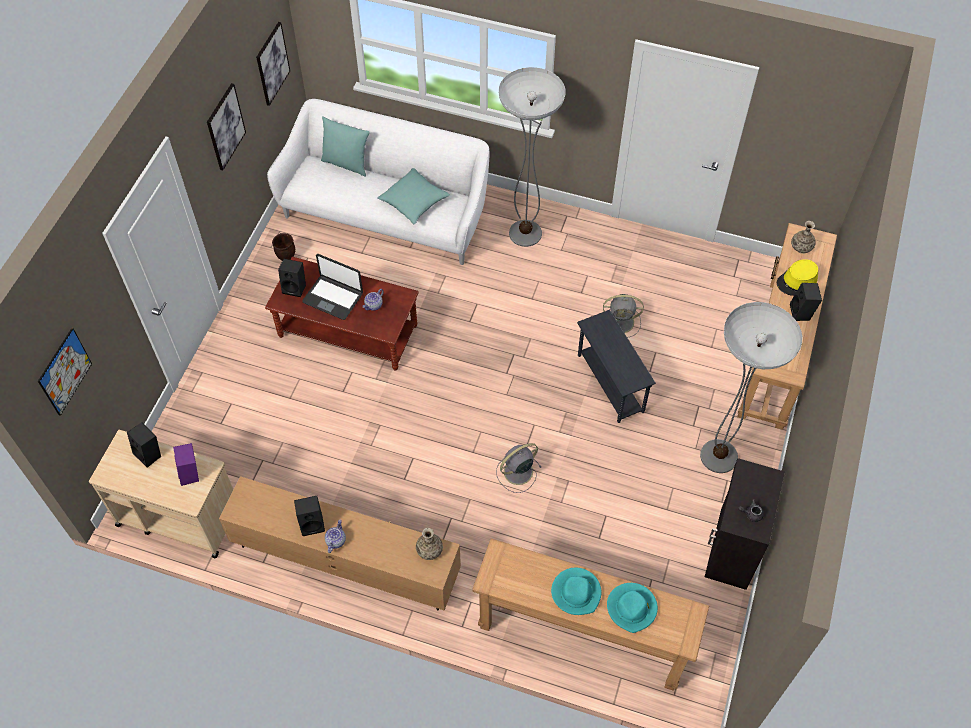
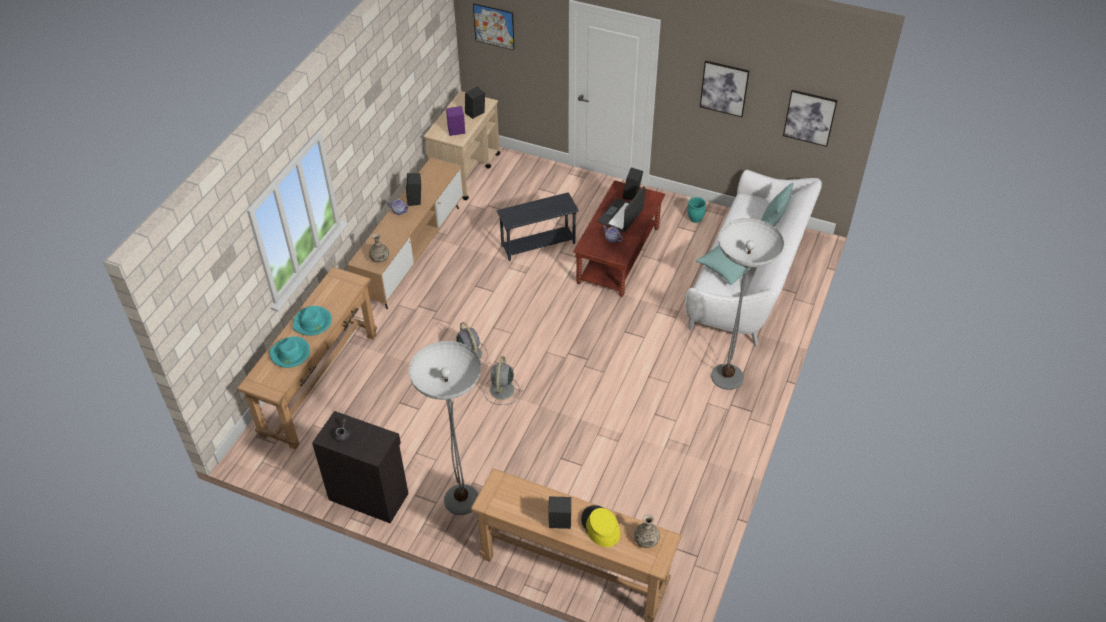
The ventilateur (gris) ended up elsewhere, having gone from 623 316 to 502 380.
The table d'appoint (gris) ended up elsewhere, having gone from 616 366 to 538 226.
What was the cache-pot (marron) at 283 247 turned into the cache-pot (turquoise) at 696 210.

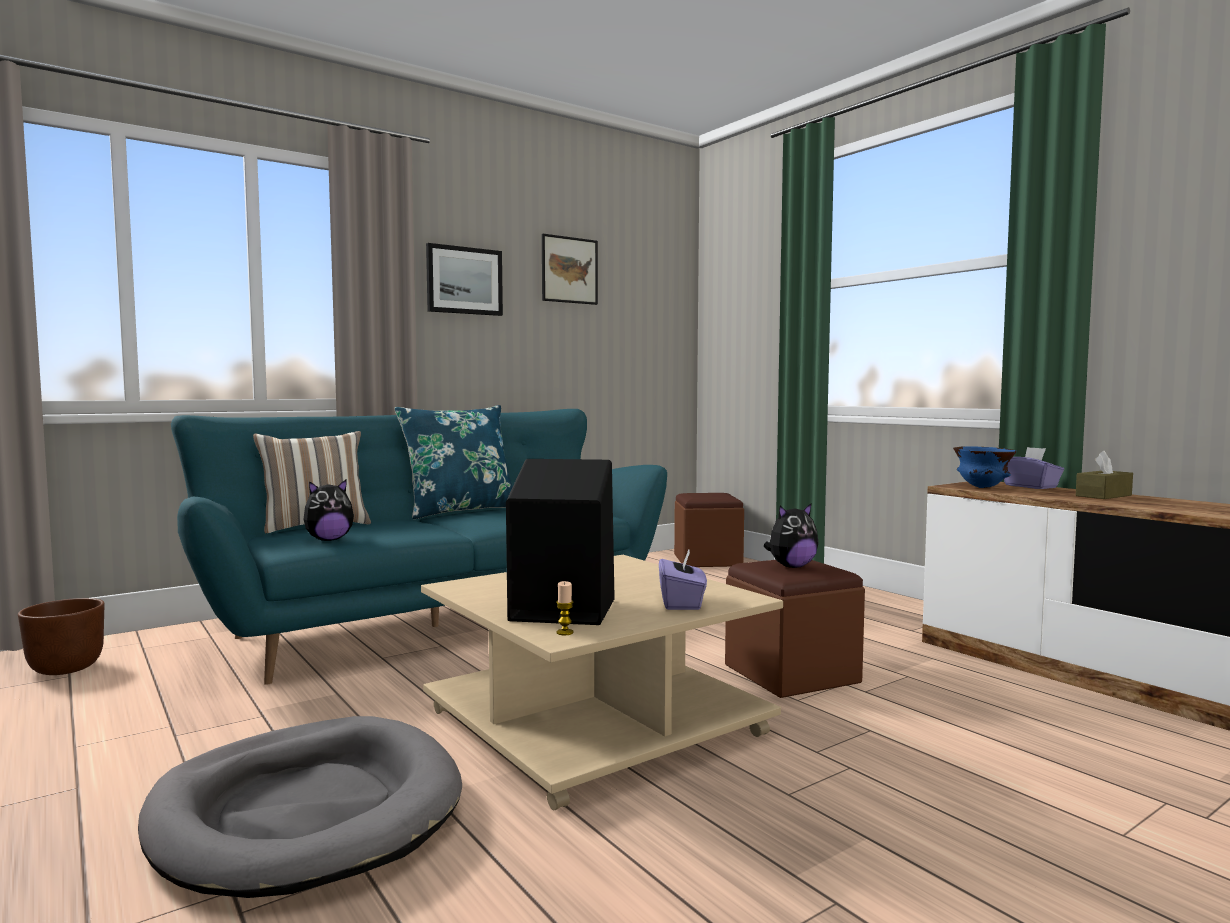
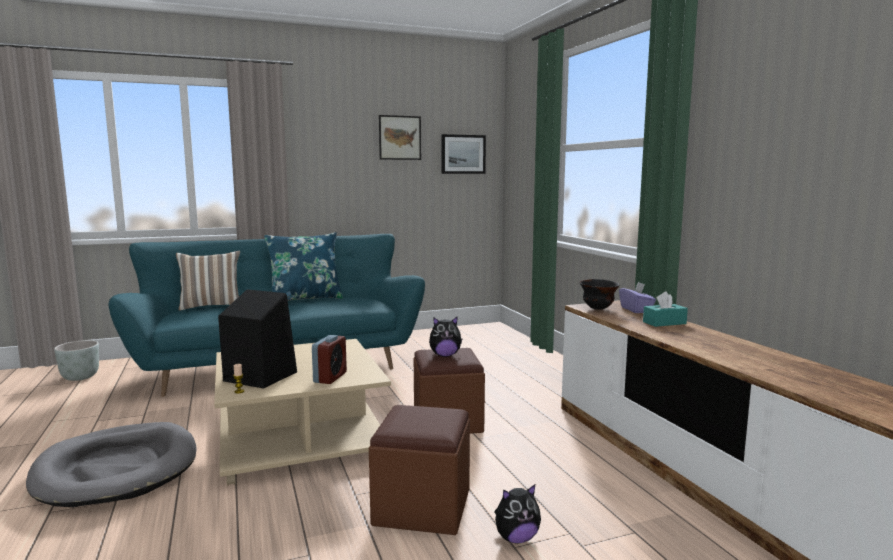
What was the cache-pot (marron) at 61 636 turned into the cache-pot (gris) at 76 360.
Where the boîte à mouchoirs (violet) stood at 683 578, the réveil came to stand at 329 359.
The pouf (marron) ended up elsewhere, having gone from 709 530 to 419 470.
The tableau ended up elsewhere, having gone from 464 279 to 463 154.
The peluche ended up elsewhere, having gone from 328 510 to 517 514.
What was the bol (bleu) at 985 467 turned into the bol (noir) at 599 294.
What was the boîte à mouchoirs (marron) at 1104 475 turned into the boîte à mouchoirs (turquoise) at 665 309.

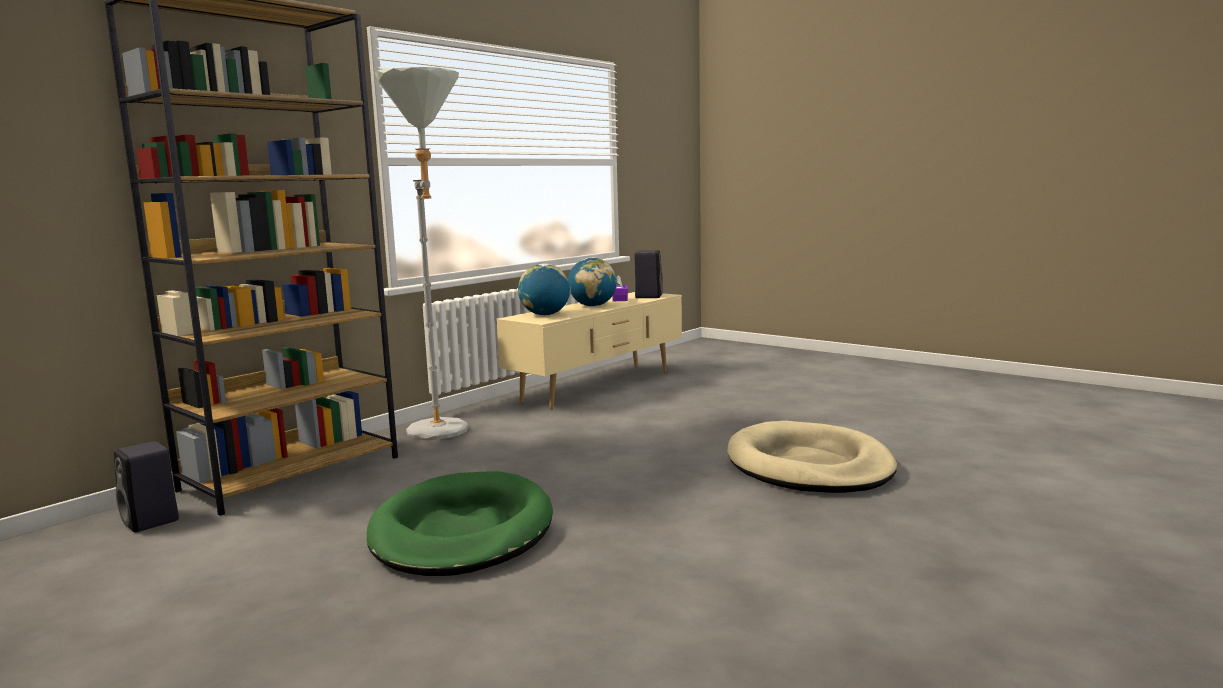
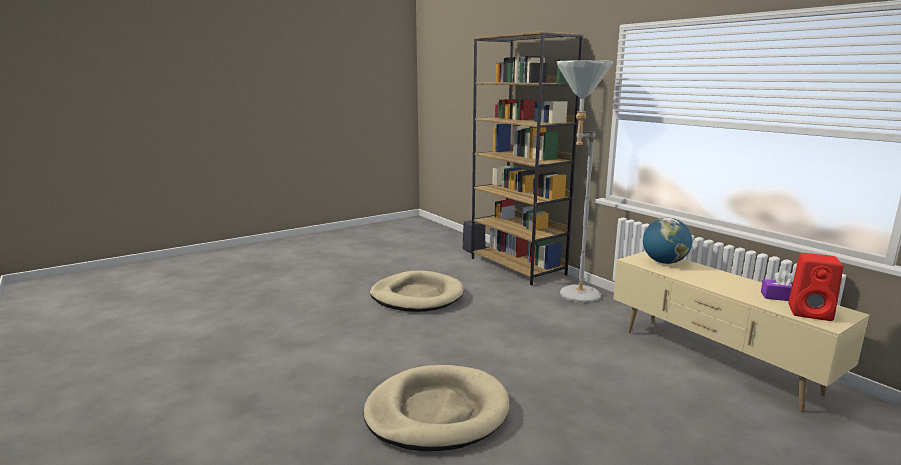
What was the panier pour chien (vert) at 460 523 turned into the panier pour chien (beige) at 417 291.
What was the enceinte (noir) at 648 274 turned into the enceinte (rouge) at 815 287.
The second view lost the globe at 592 282.

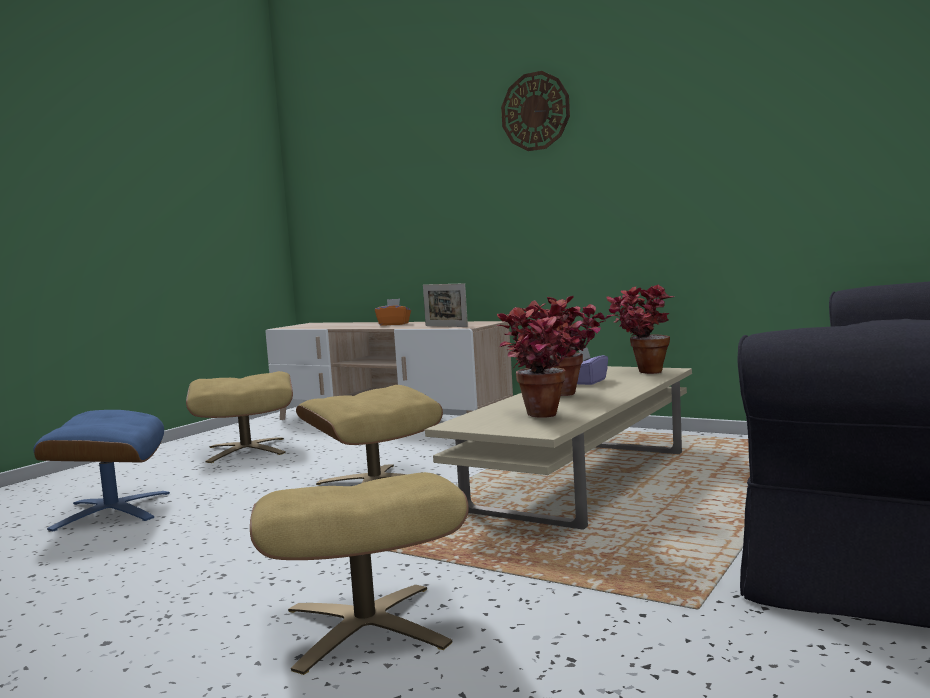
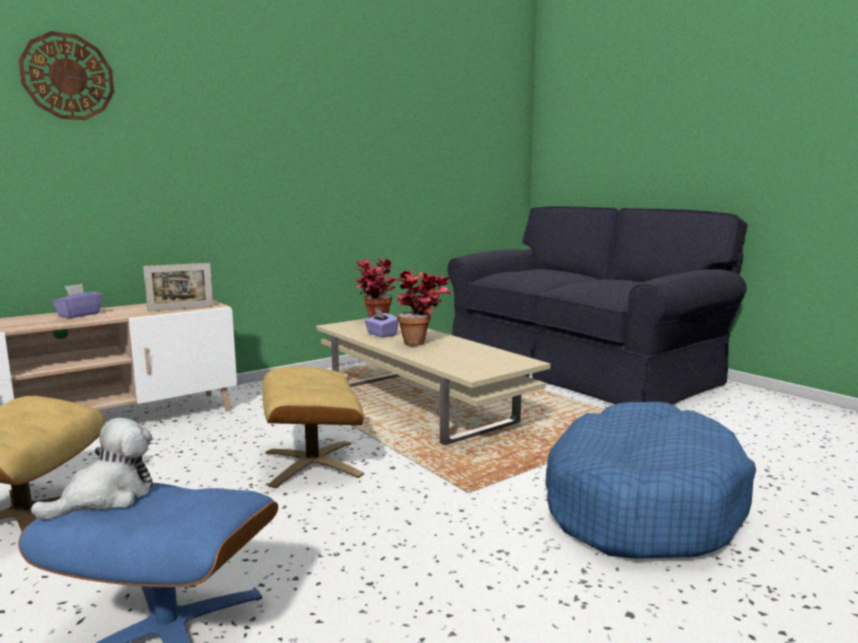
The horloge murale ended up elsewhere, having gone from 535 111 to 66 75.
The second view gained the peluche at 92 469.
What was the boîte à mouchoirs (orange) at 393 312 turned into the boîte à mouchoirs (violet) at 77 301.
Where the pouf (beige) stood at 359 573, the panier pour chien (bleu) came to stand at 650 480.
The second view lost the plante en pot at 539 361.

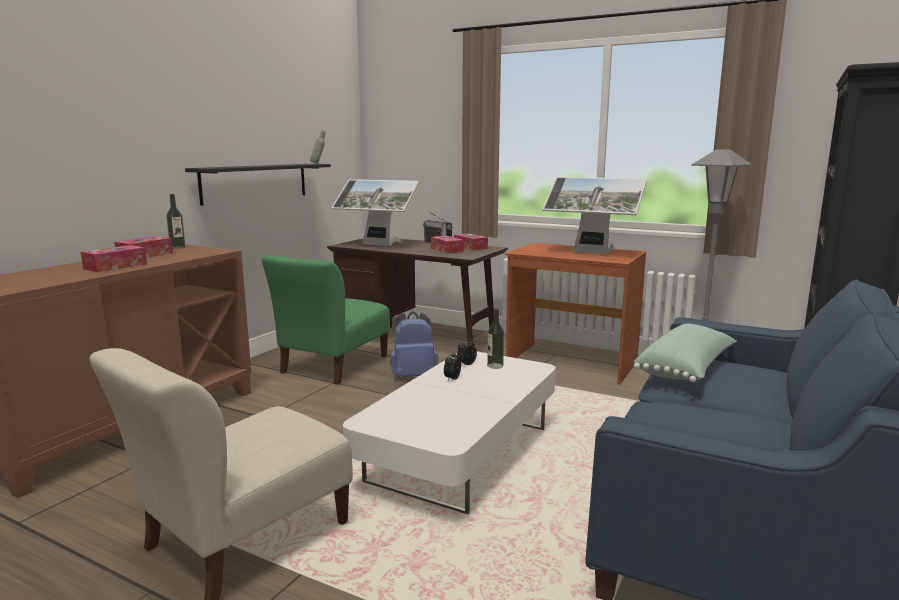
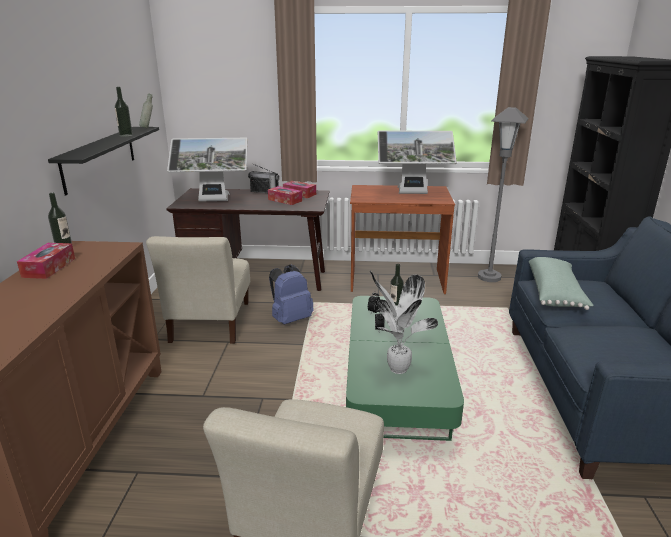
The second view gained the bouteille at 124 112.
What was the chaise (vert) at 326 320 turned into the chaise (beige) at 198 290.
What was the table basse (blanc) at 449 432 turned into the table basse (vert) at 405 368.
The second view gained the plante en pot at 404 322.
The second view lost the boîte à mouchoirs at 113 258.

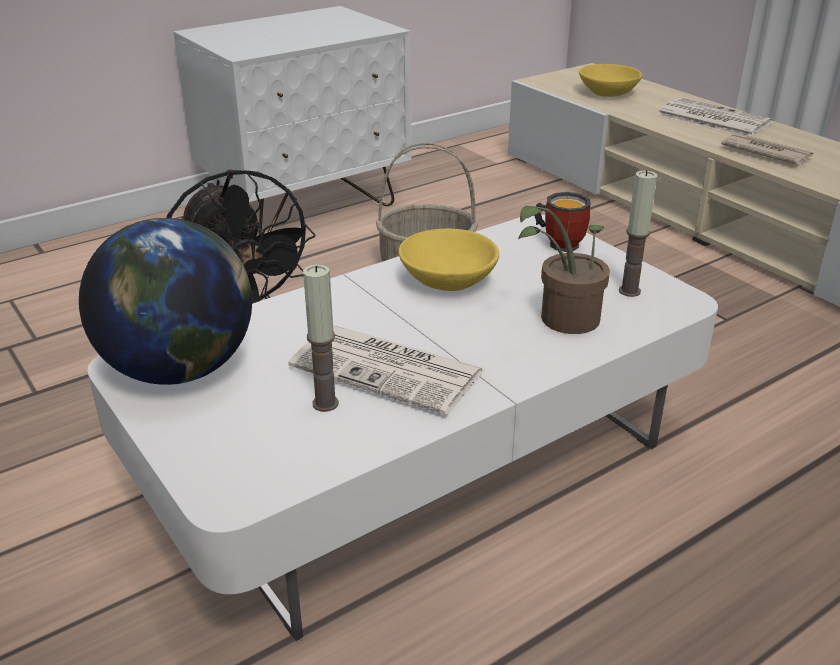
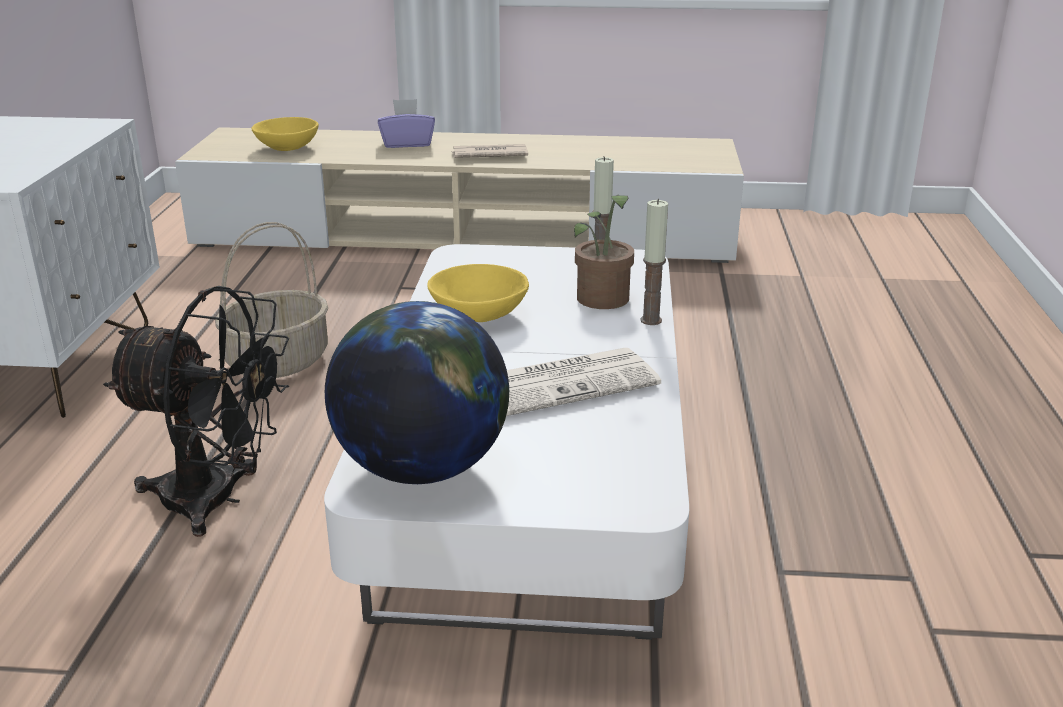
Where the journal stood at 715 117, the boîte à mouchoirs (violet) came to stand at 406 123.
The bougie ended up elsewhere, having gone from 321 338 to 654 262.
The second view lost the mug at 562 222.

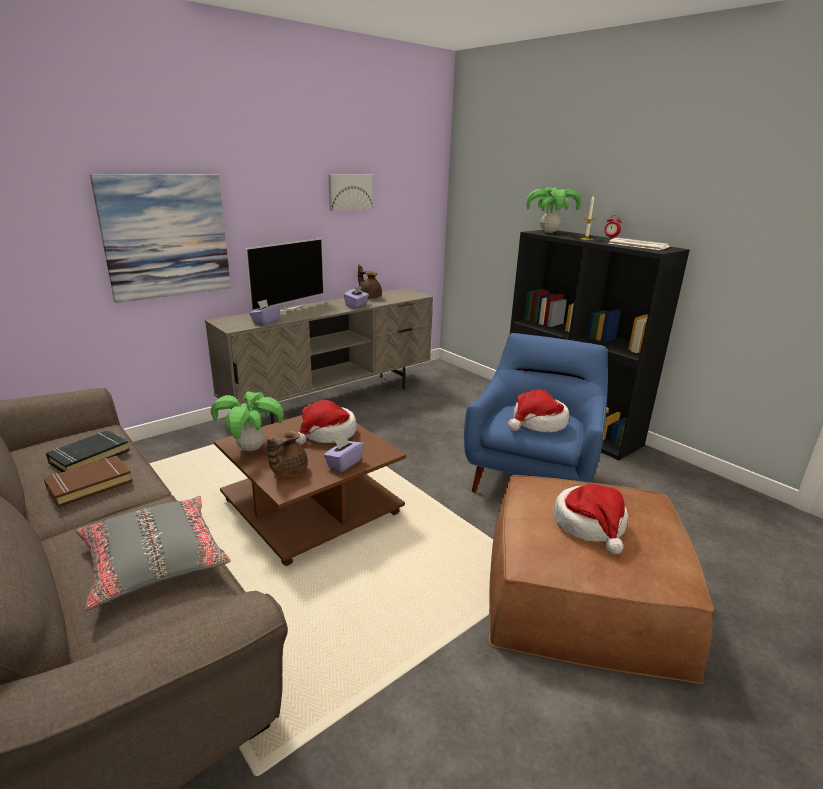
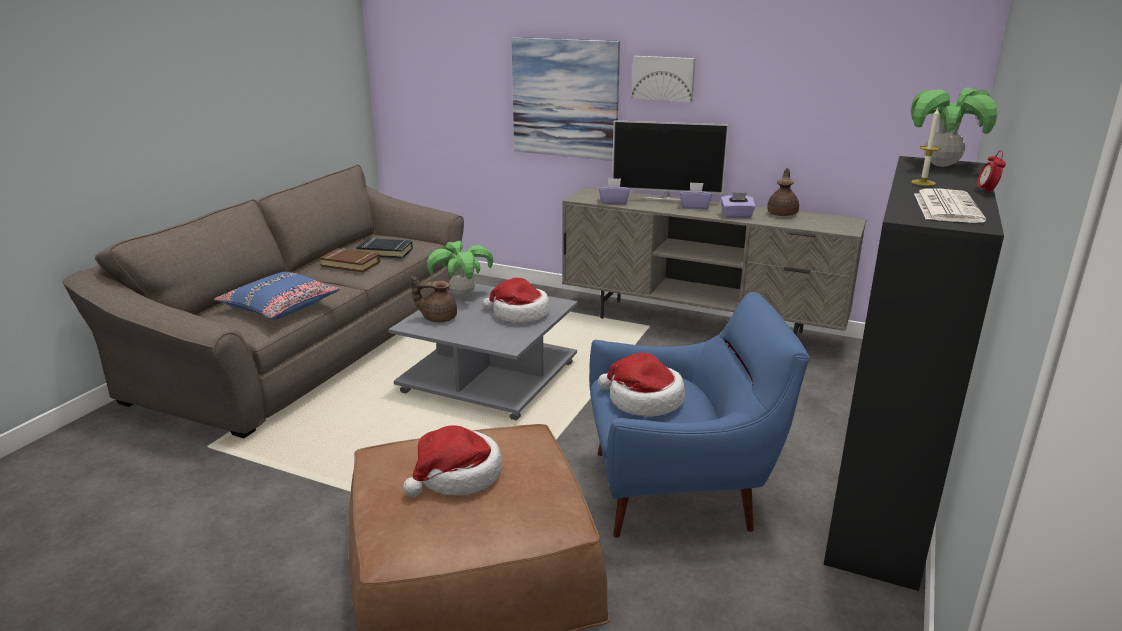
What was the coussin (gris) at 153 553 turned into the coussin (bleu) at 277 295.
What was the table basse (marron) at 310 490 turned into the table basse (gris) at 483 352.
The tableau ended up elsewhere, having gone from 350 192 to 663 79.
The boîte à mouchoirs (violet) ended up elsewhere, having gone from 344 453 to 696 195.

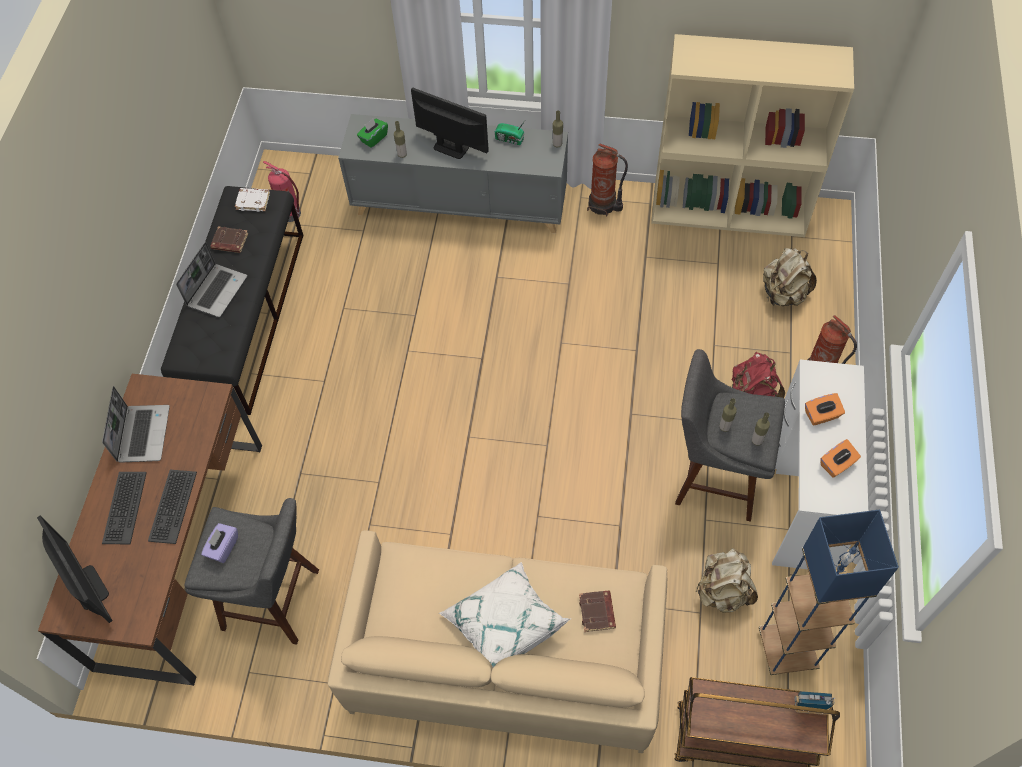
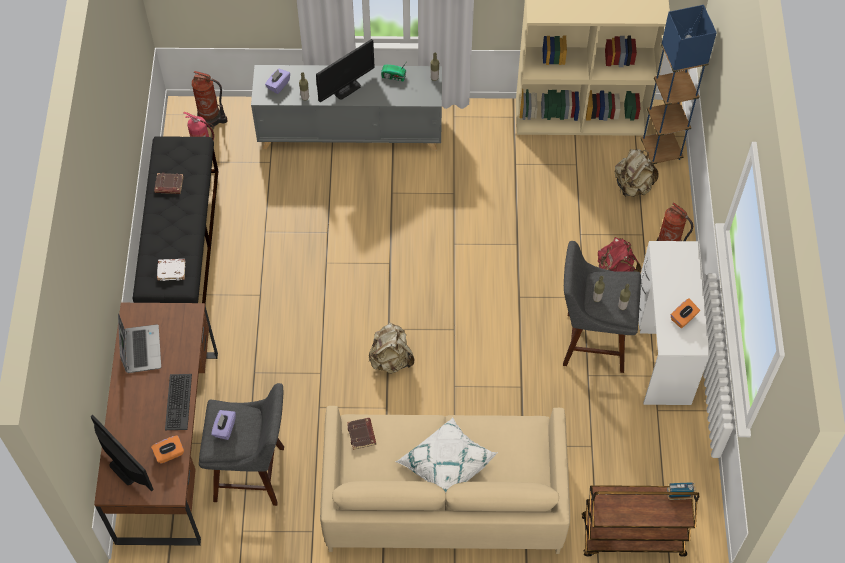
The boîte à mouchoirs (orange) ended up elsewhere, having gone from 825 409 to 167 449.
The livre (blanc) ended up elsewhere, having gone from 252 200 to 171 270.
The extincteur ended up elsewhere, having gone from 607 180 to 209 99.
What was the boîte à mouchoirs (vert) at 372 133 turned into the boîte à mouchoirs (violet) at 277 81.
The écran d'ordinateur at 450 123 ended up facing another way, 120 degrees clockwise from before.
The livre (marron) ended up elsewhere, having gone from 597 611 to 361 434.
The sac à dos (beige) ended up elsewhere, having gone from 727 580 to 391 348.
The lampadaire (bleu) ended up elsewhere, having gone from 829 592 to 679 84.
The second view lost the clavier at 124 508.
The second view lost the ordinateur portable at 211 279.

